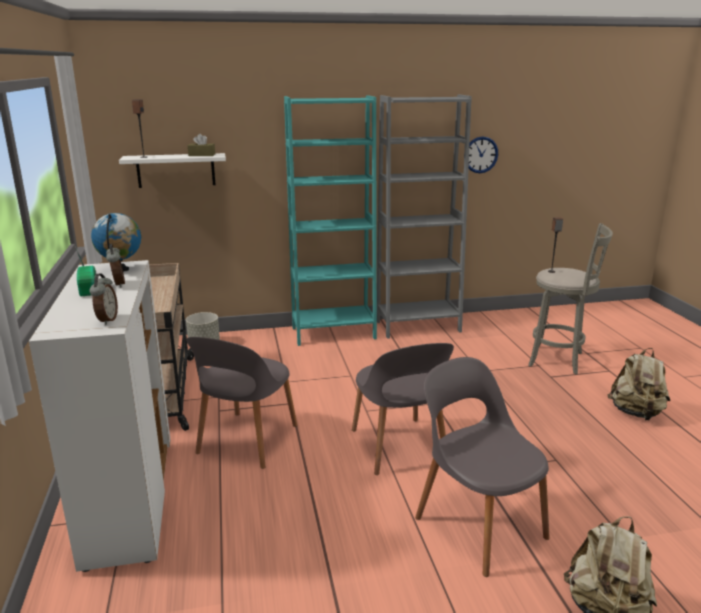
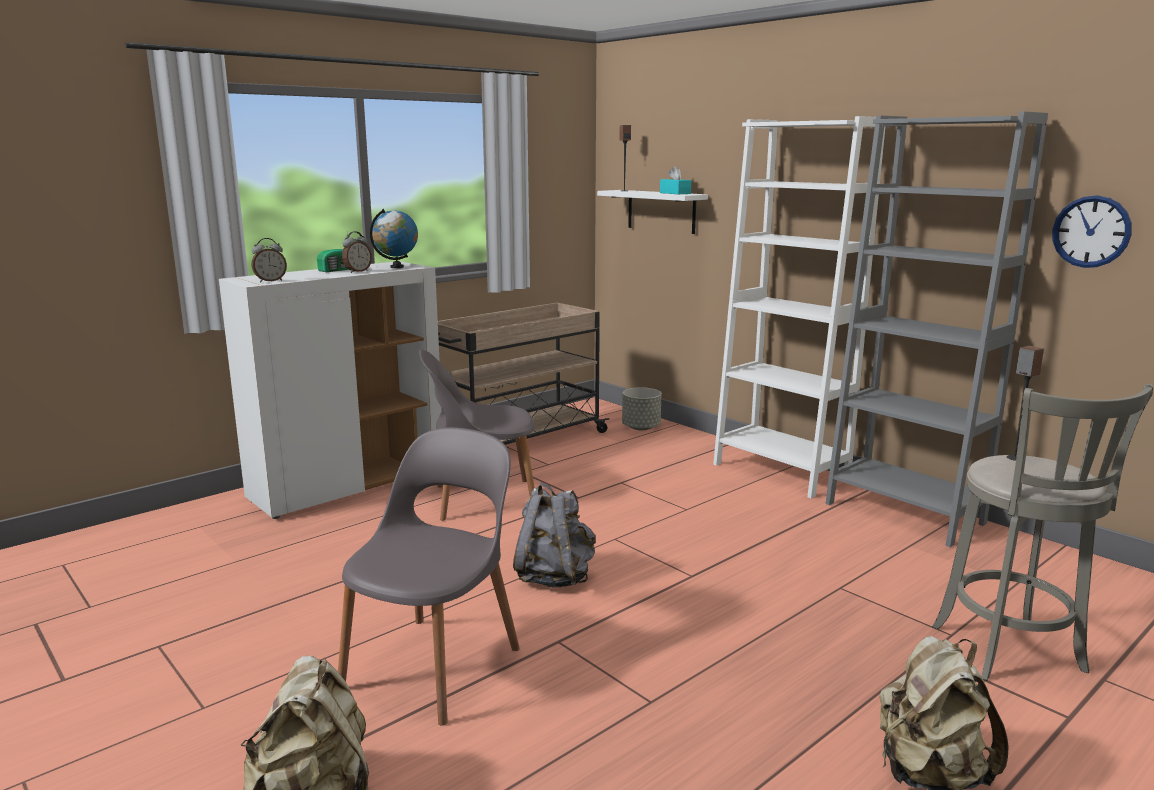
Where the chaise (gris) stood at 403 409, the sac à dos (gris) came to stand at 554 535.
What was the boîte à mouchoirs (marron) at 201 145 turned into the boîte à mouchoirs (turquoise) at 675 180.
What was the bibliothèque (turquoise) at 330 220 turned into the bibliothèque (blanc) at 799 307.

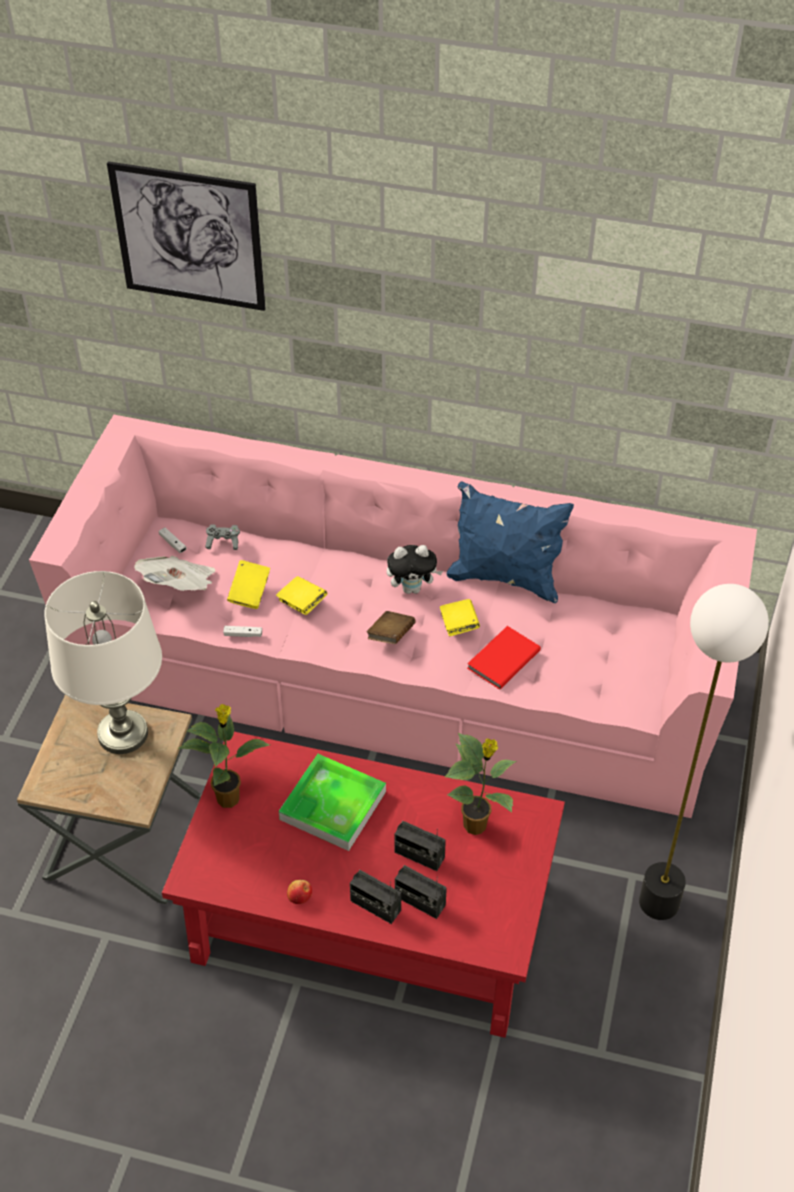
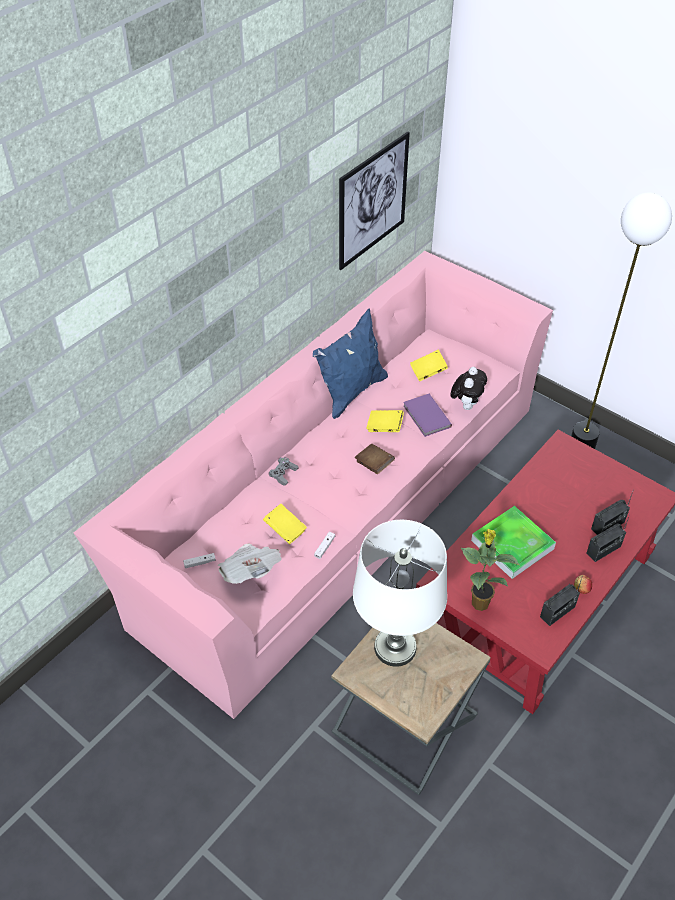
The manette (gris) ended up elsewhere, having gone from 222 537 to 284 471.
The tableau ended up elsewhere, having gone from 186 236 to 374 201.
What was the livre (rouge) at 504 657 turned into the livre (violet) at 427 415.
The livre (jaune) ended up elsewhere, having gone from 301 595 to 429 365.
The peluche ended up elsewhere, having gone from 415 569 to 469 388.
The radio ended up elsewhere, having gone from 420 846 to 561 601.
The second view lost the plante en pot at 480 784.

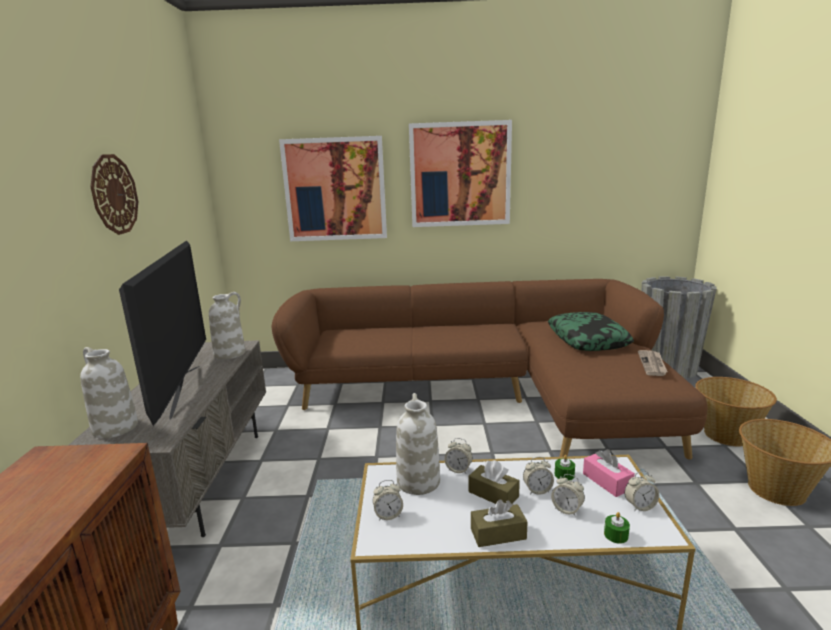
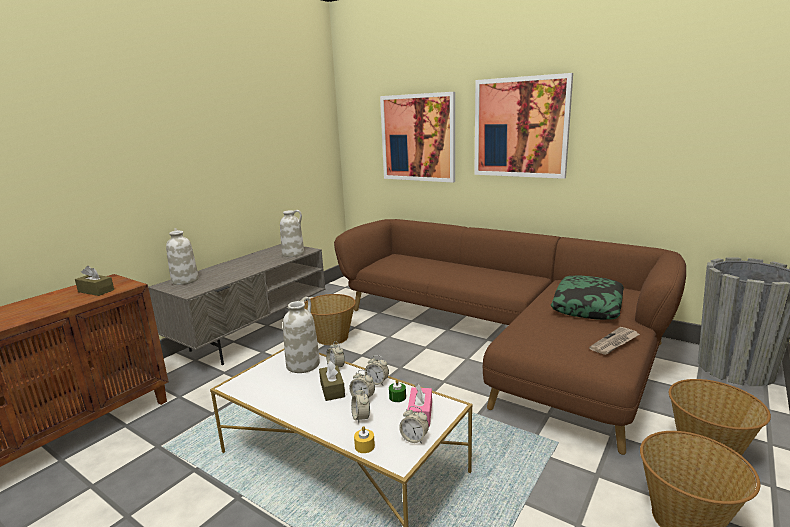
The boîte à mouchoirs (marron) ended up elsewhere, having gone from 499 523 to 94 281.
The second view gained the panier at 330 319.
What was the bougie (vert) at 617 528 turned into the bougie (jaune) at 364 439.
The réveil ended up elsewhere, having gone from 388 500 to 377 370.
The second view lost the horloge murale at 114 194.
The second view lost the téléviseur at 162 333.

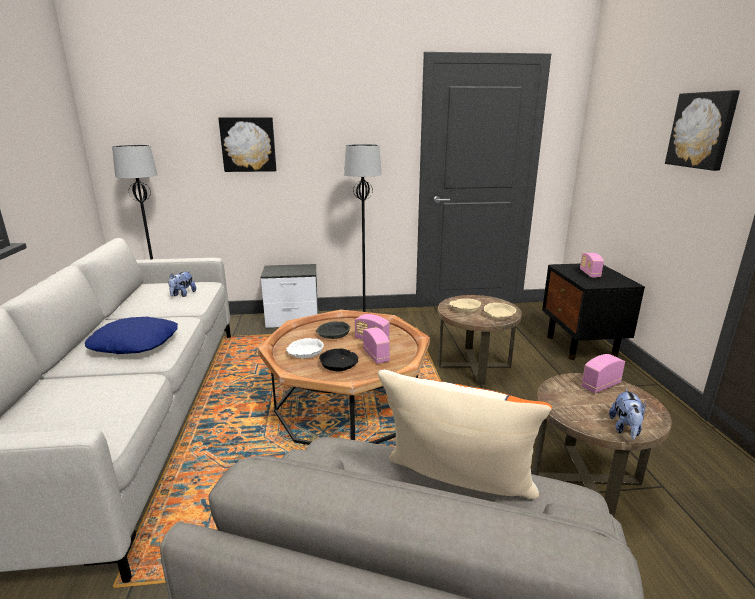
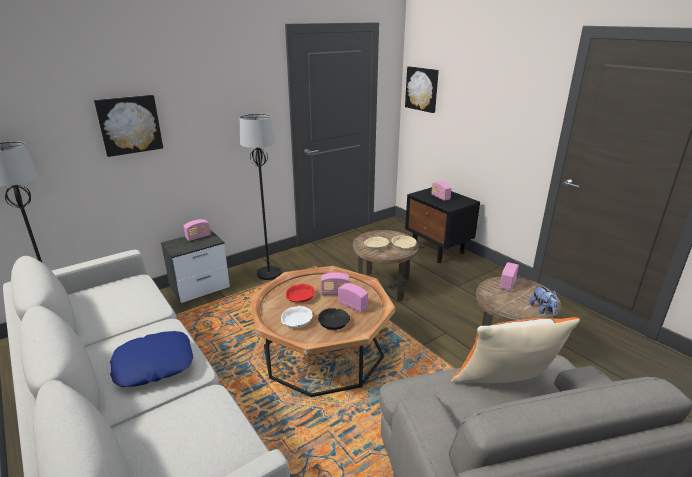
The second view gained the radio at 197 230.
What was the bol (gris) at 333 330 turned into the bol (rouge) at 300 293.
The tableau ended up elsewhere, having gone from 702 130 to 422 89.
The second view lost the peluche at 182 284.

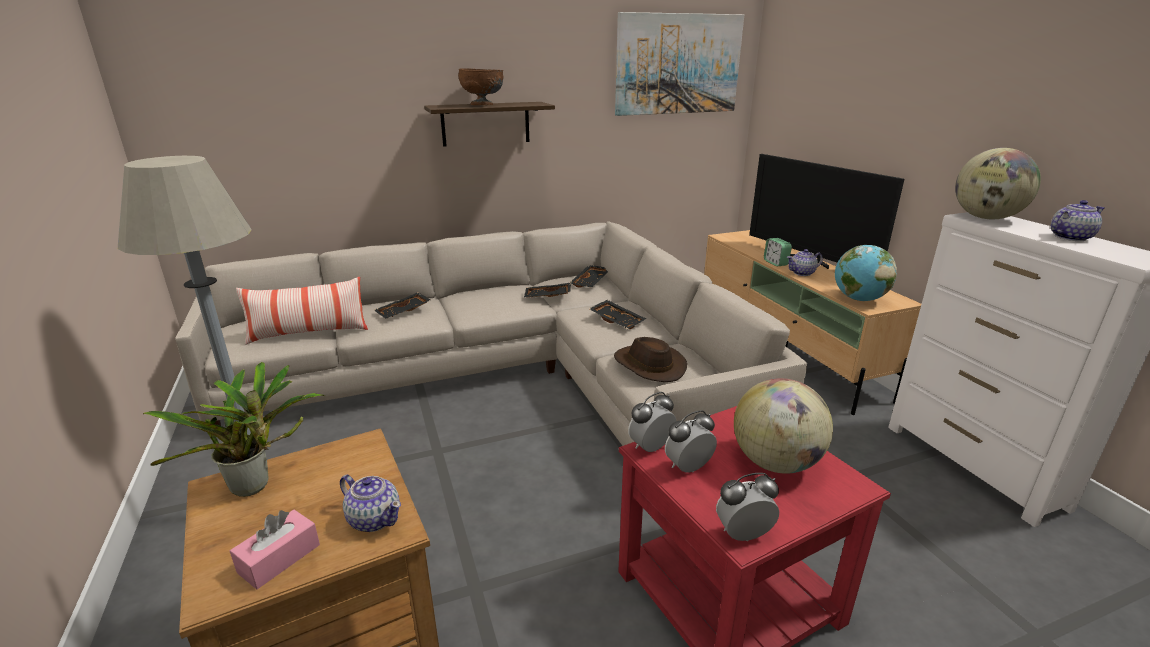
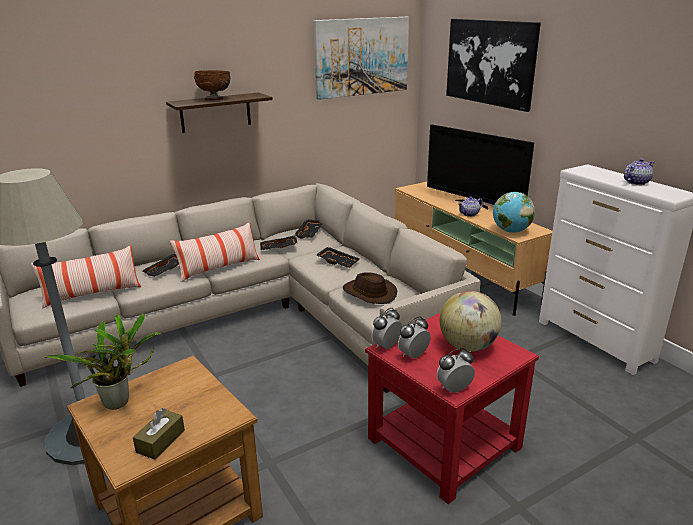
What was the boîte à mouchoirs (rose) at 275 550 turned into the boîte à mouchoirs (marron) at 159 434.
The second view gained the coussin at 215 252.
The second view gained the tableau at 493 65.
The second view lost the théière at 370 503.
The second view lost the réveil at 778 252.
The second view lost the globe at 998 183.

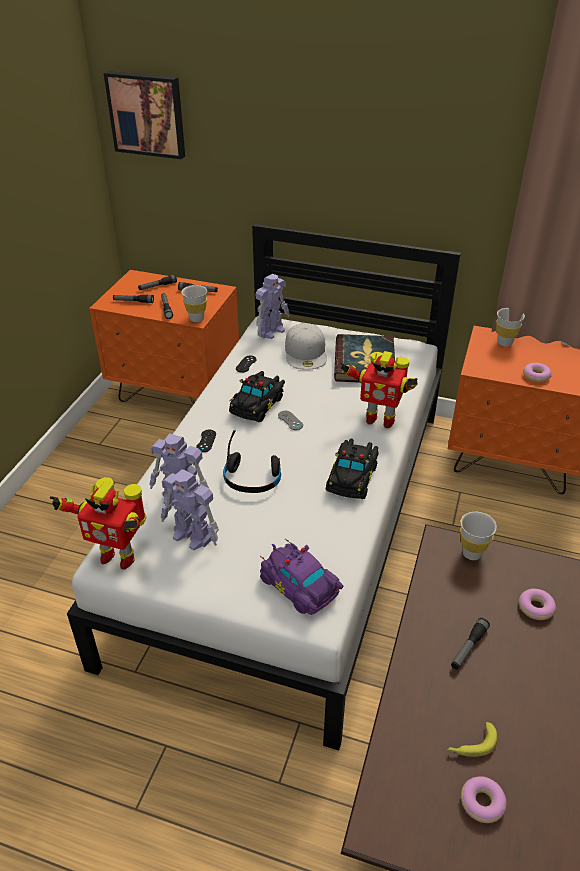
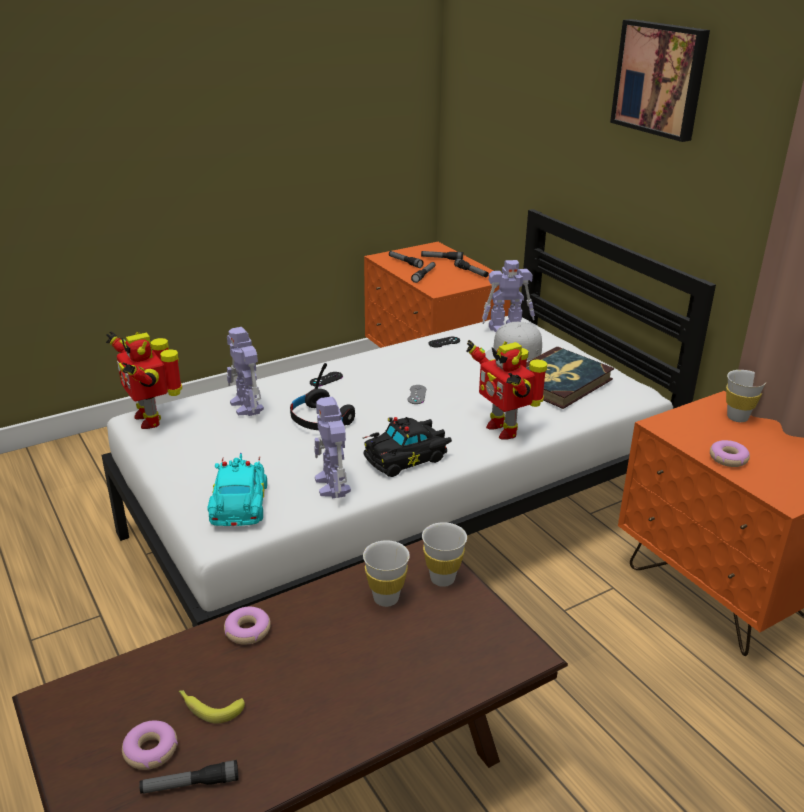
The lampe de poche ended up elsewhere, having gone from 470 644 to 189 777.
What was the petite voiture (violet) at 301 576 turned into the petite voiture (turquoise) at 237 489.
The beignet ended up elsewhere, having gone from 537 604 to 247 626.
The robot jouet ended up elsewhere, having gone from 190 509 to 333 447.
The tasse (blanc) ended up elsewhere, having gone from 194 303 to 386 573.
The tableau ended up elsewhere, having gone from 144 115 to 660 80.
The second view lost the petite voiture (noir) at 257 396.

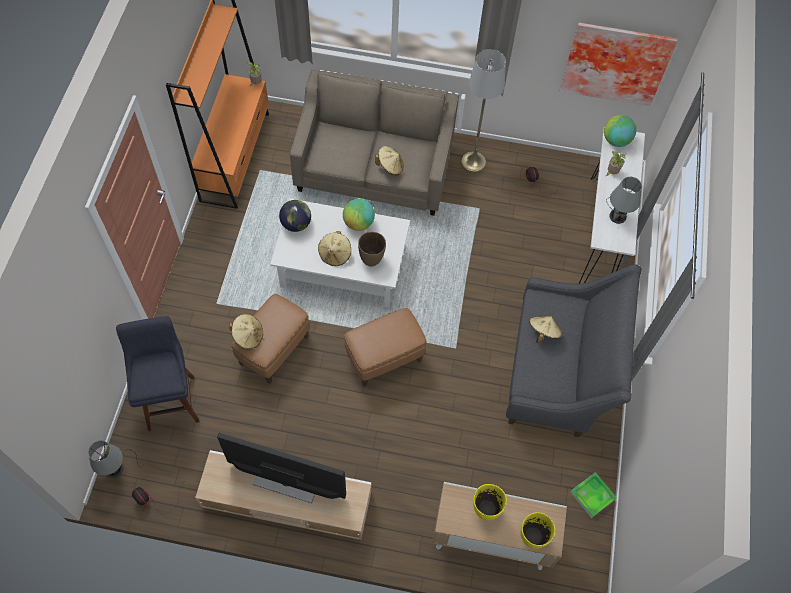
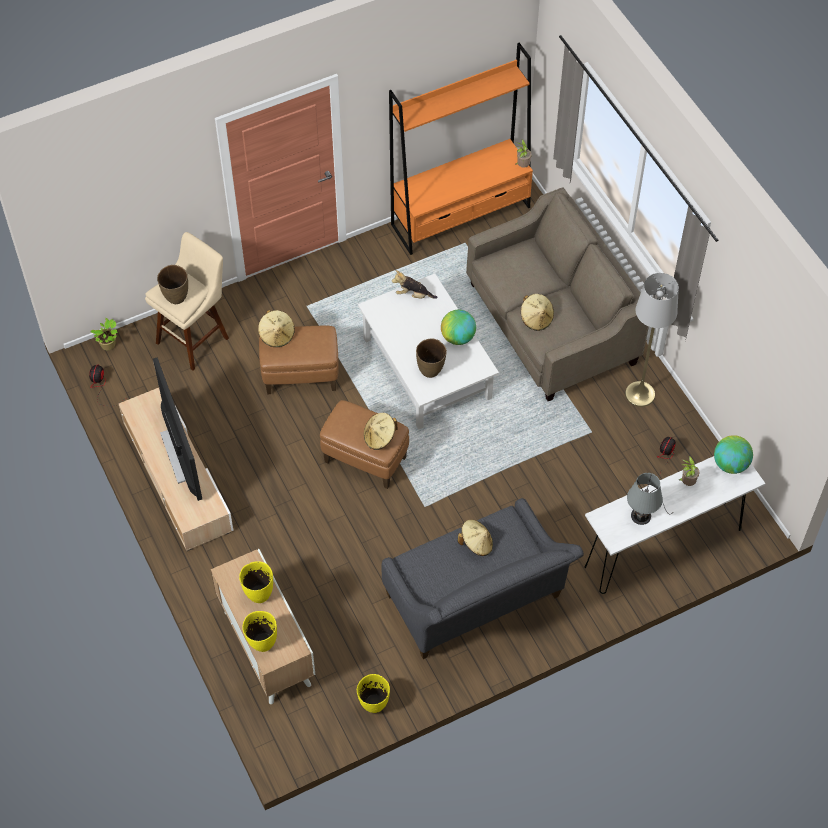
Where the lampe de table (gris) stood at 116 459, the plante en pot came to stand at 103 334.
What was the tabouret (bleu) at 158 374 turned into the tabouret (beige) at 187 301.
The second view gained the vase (marron) at 172 284.
Where the plateau stood at 593 495, the vase (jaune) came to stand at 373 693.
The chapeau (beige) ended up elsewhere, having gone from 334 248 to 380 431.
Where the globe stood at 295 216, the peluche came to stand at 415 284.
The second view lost the tableau at 619 64.

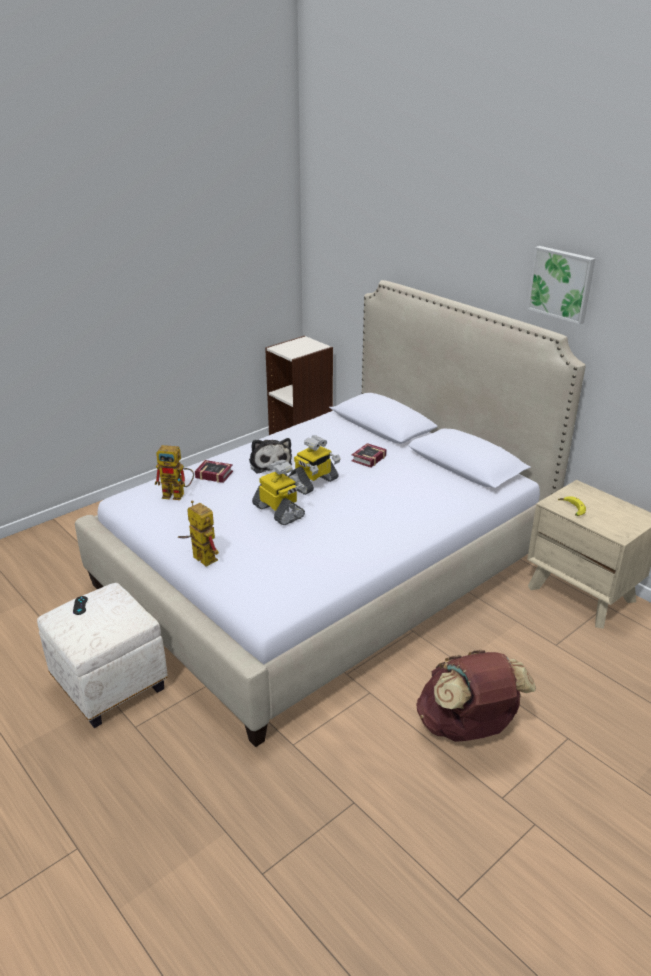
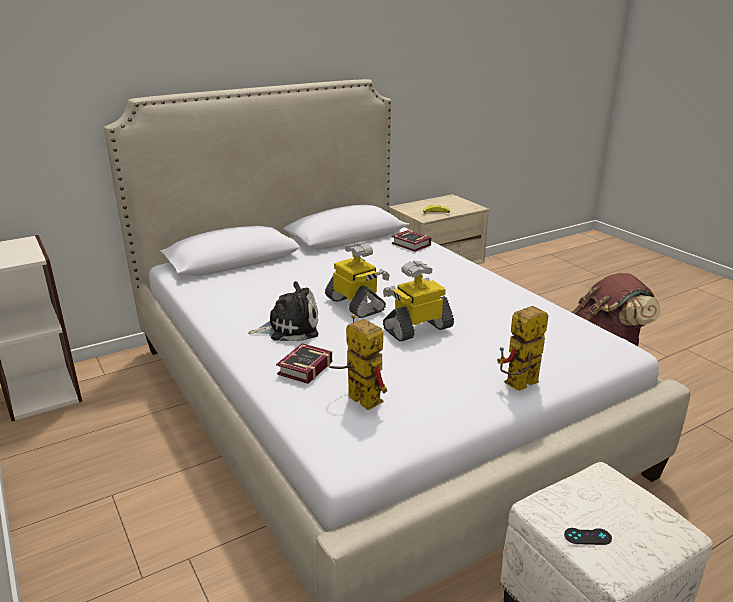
The robot jouet at 174 472 ended up facing another way, 60 degrees counterclockwise from before.
The livre ended up elsewhere, having gone from 369 455 to 411 241.
The second view lost the tableau at 561 285.

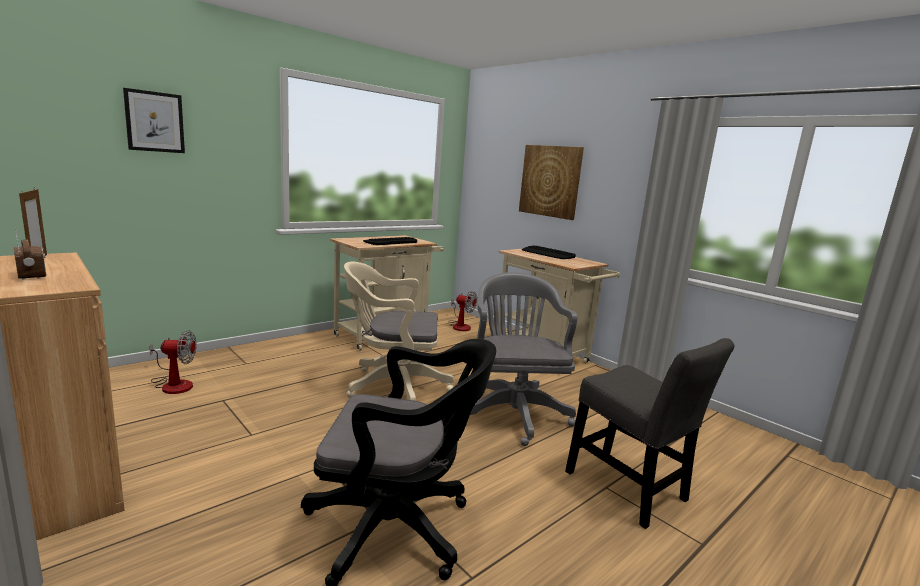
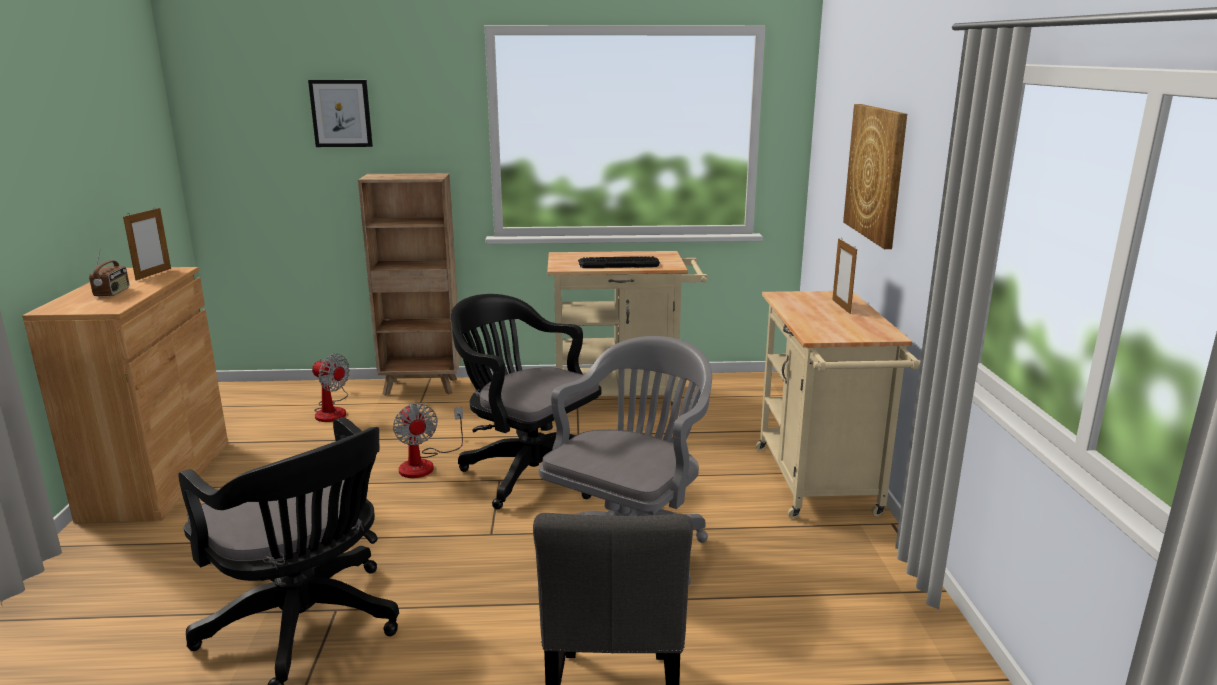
The second view gained the bibliothèque (marron) at 409 284.
The ventilateur ended up elsewhere, having gone from 462 311 to 428 440.
What was the chaise de bureau (beige) at 399 331 turned into the chaise de bureau (noir) at 525 401.
Where the clavier stood at 549 252, the cadre photo came to stand at 844 276.

